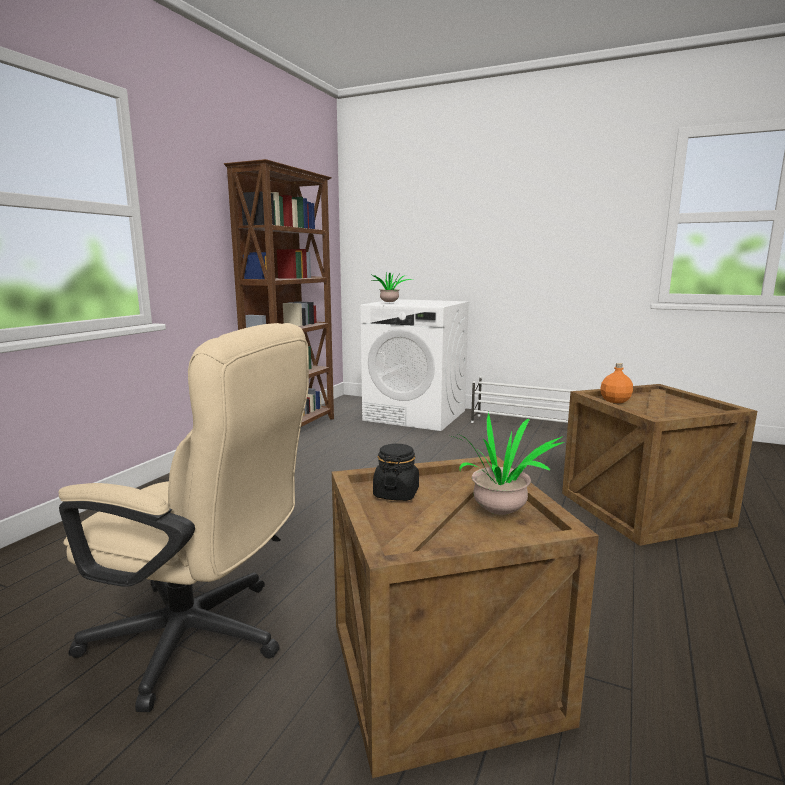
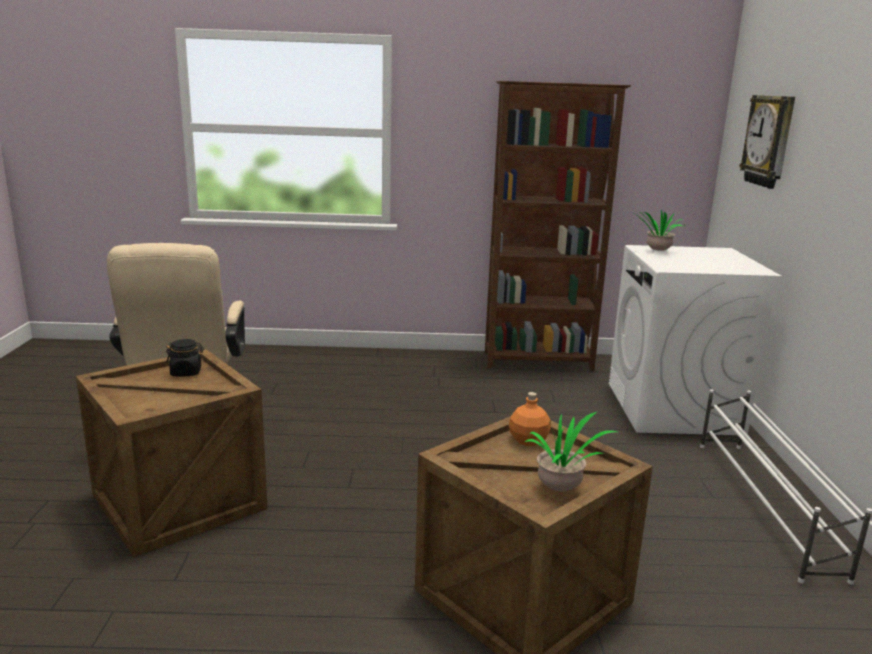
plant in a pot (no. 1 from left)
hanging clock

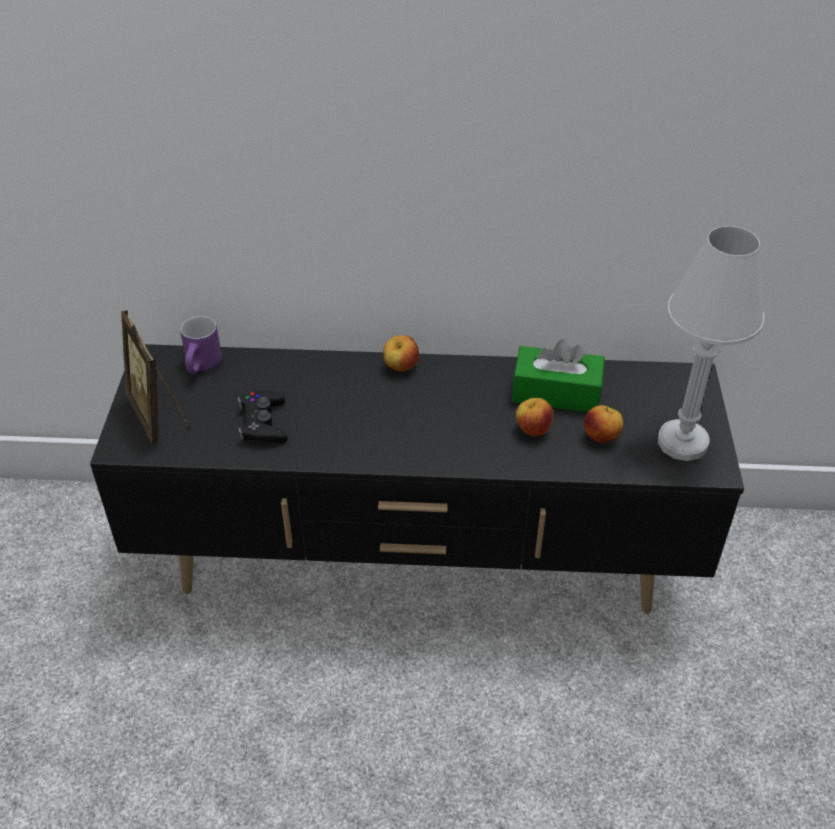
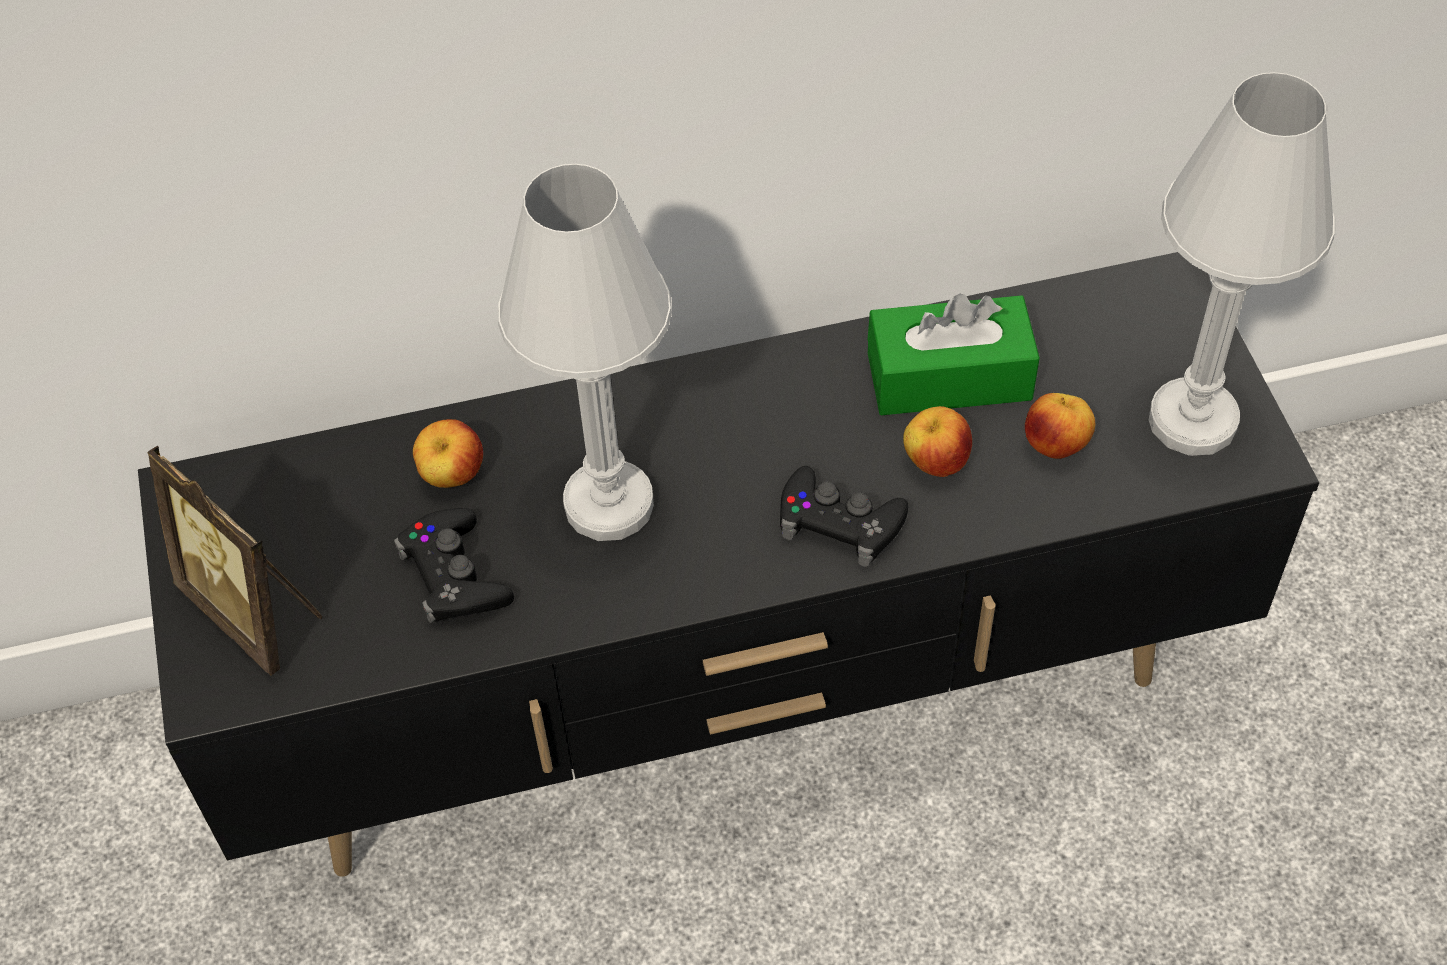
tea mug in purple-coloured
apple fruit (no. 1 from left)
lamp for a table in white-coloured (no. 1 from left)
joypad in blackish (no. 2 from left)

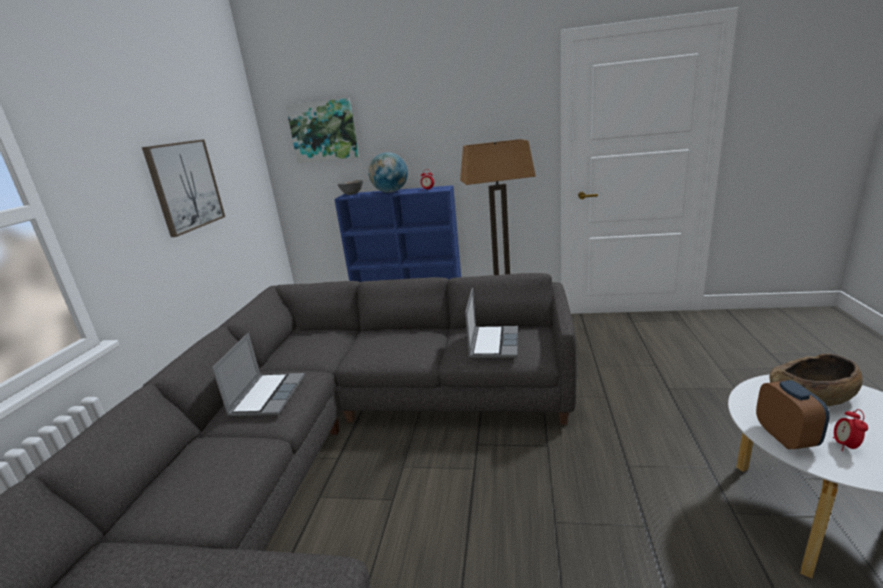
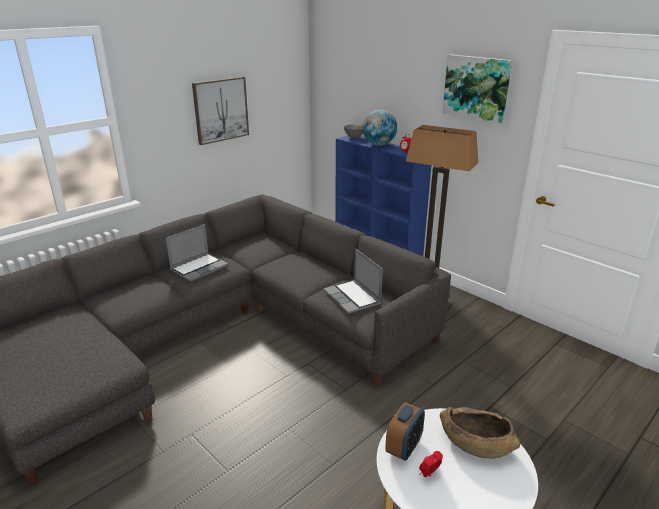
picture (no. 2 from left)
notebook computer (no. 2 from left)

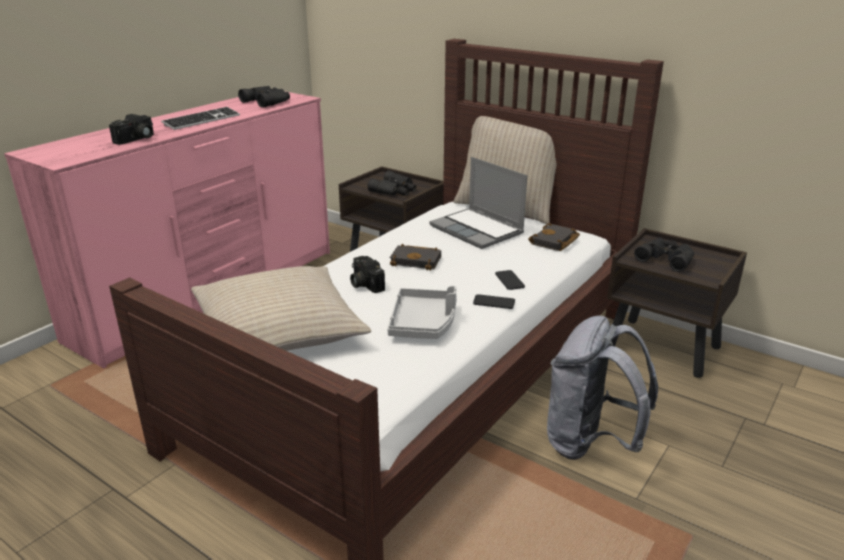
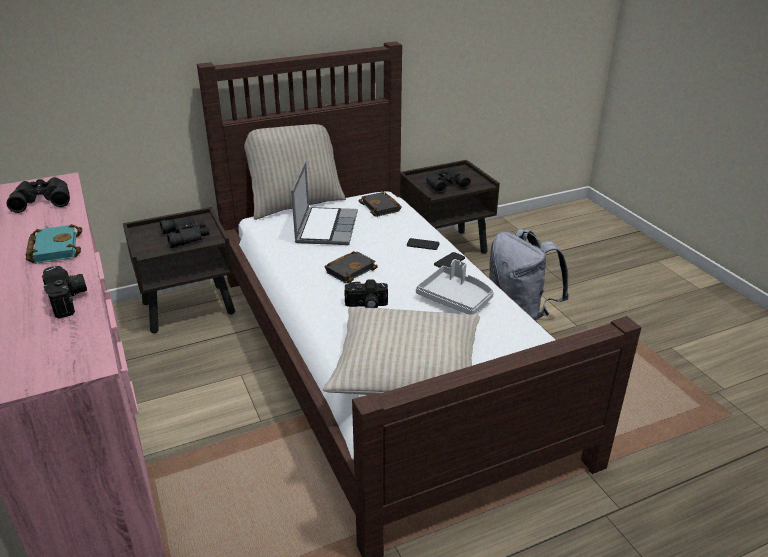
volume in turquoise-coloured
notebook computer

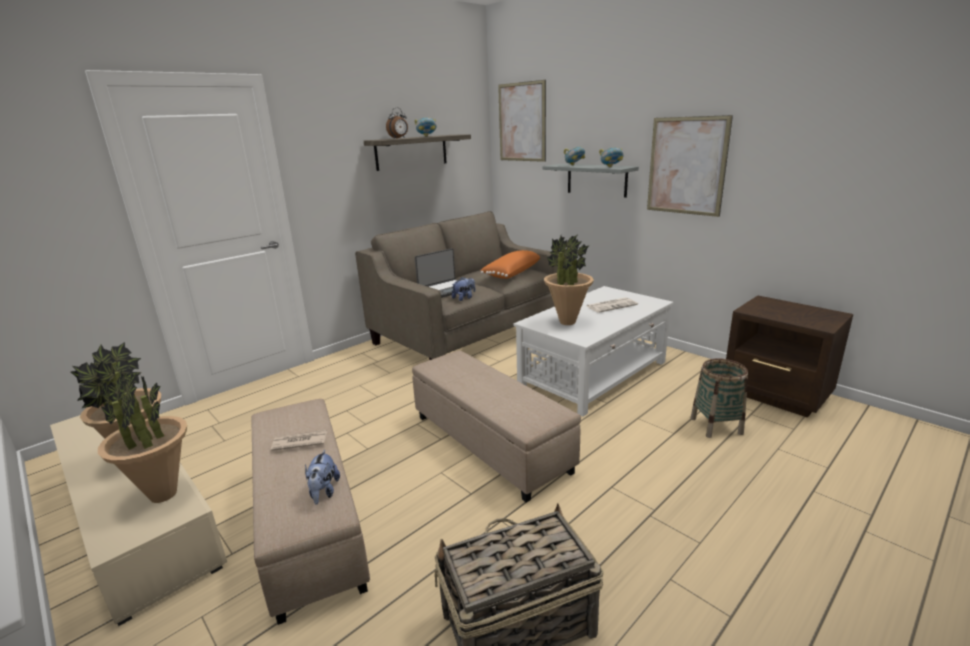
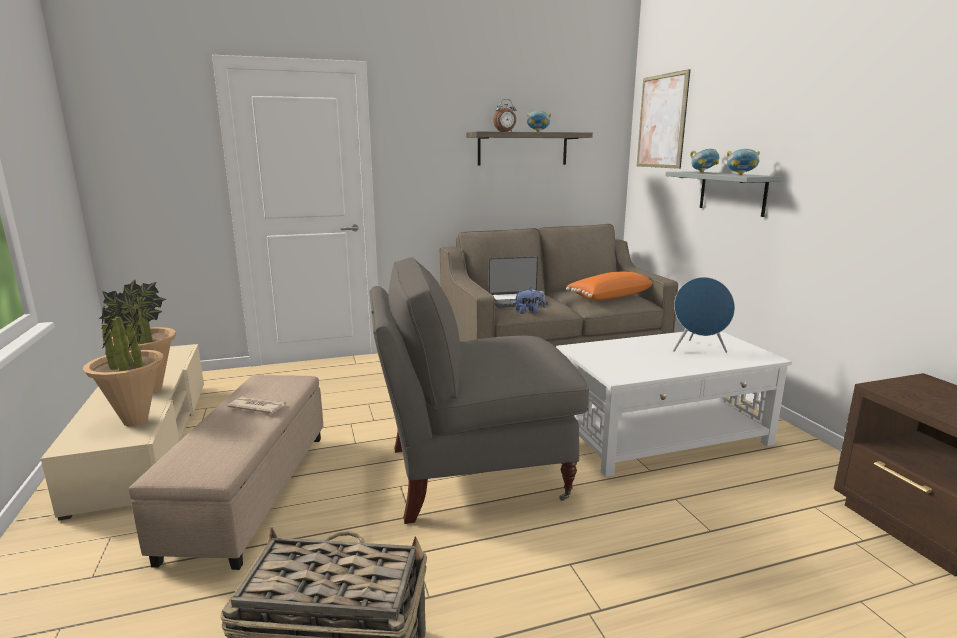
plush toy (no. 1 from left in the first image)
lounge chair in gray
plant in a pot (no. 3 from left in the first image)
speaker in blue
picture (no. 2 from left in the first image)
basket (no. 2 from left in the first image)

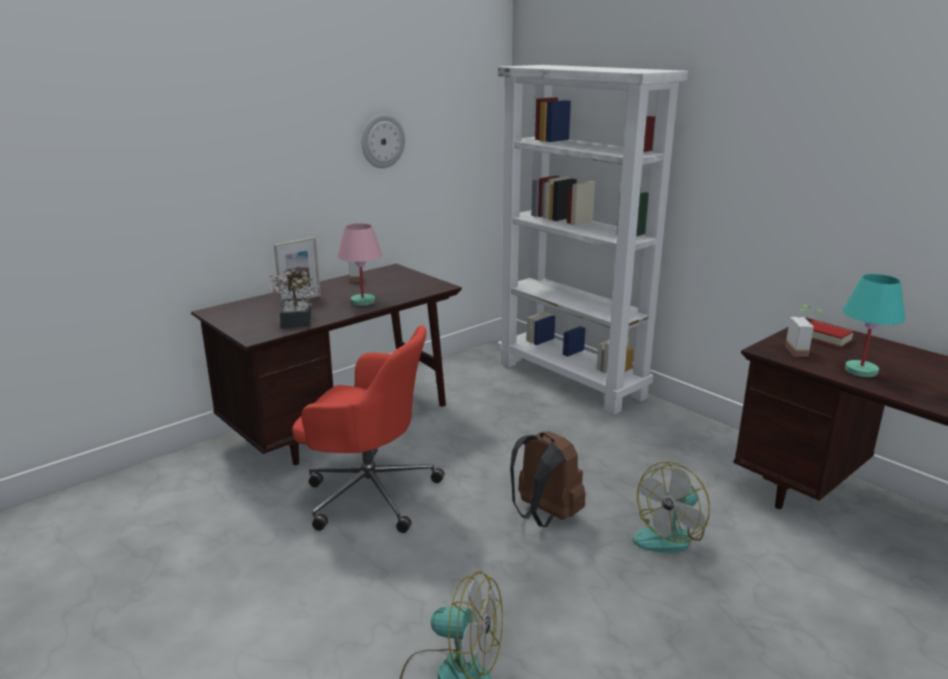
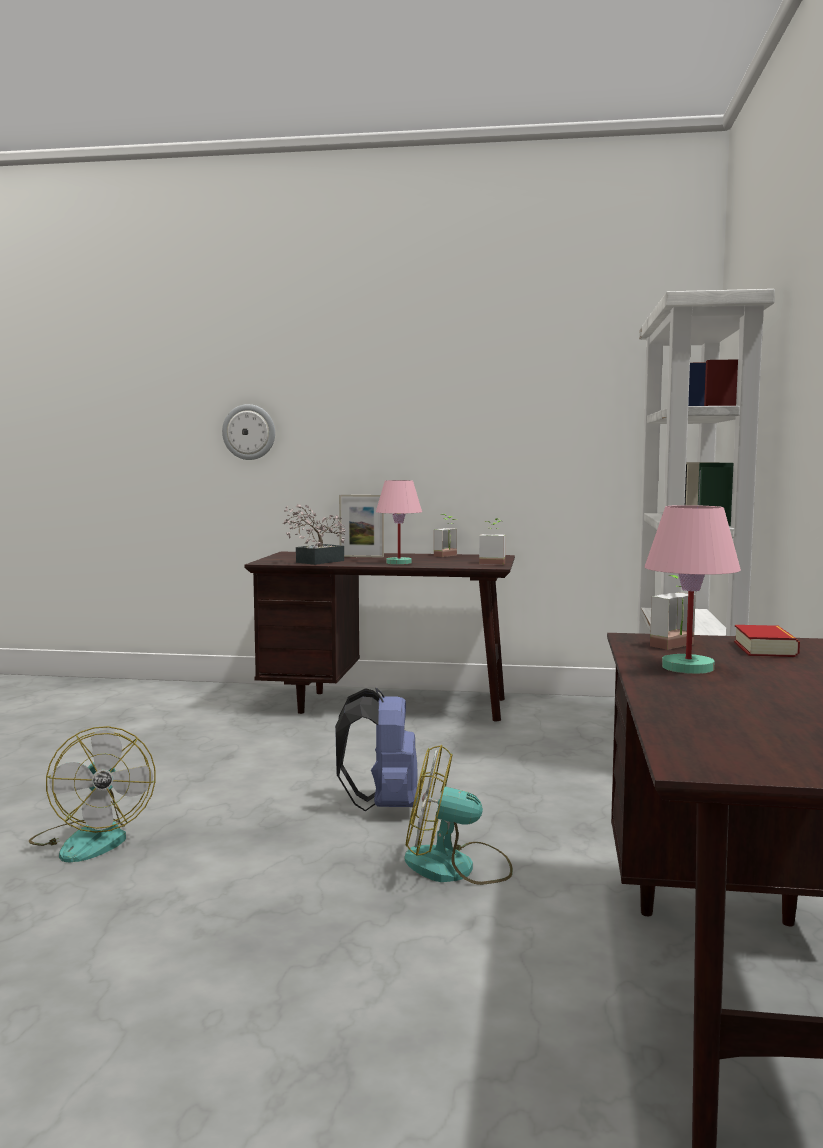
computer chair in red-coloured
hanging clock
backpack in blue
lamp for a table in pinkish (no. 2 from left)
plant in a pot (no. 3 from left)

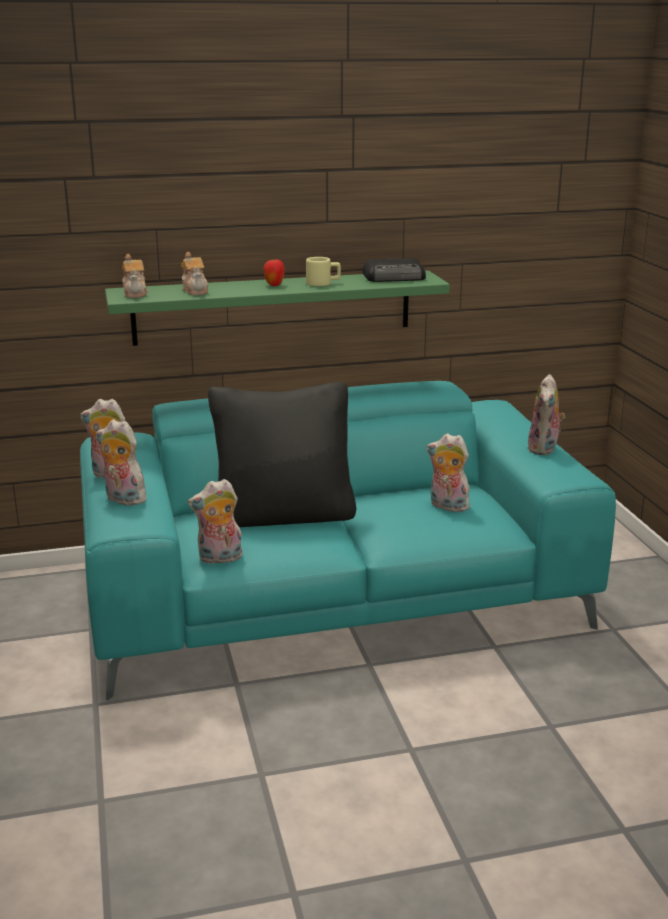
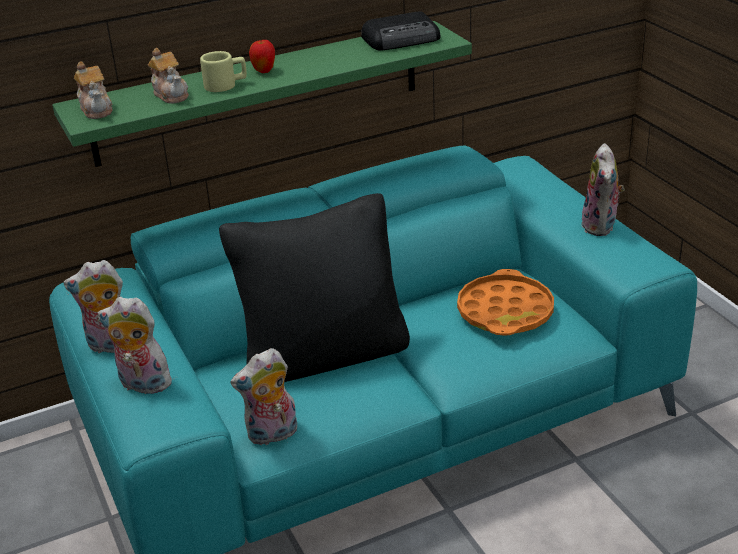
tea mug in beige-coloured
carrying tray in orange-coloured

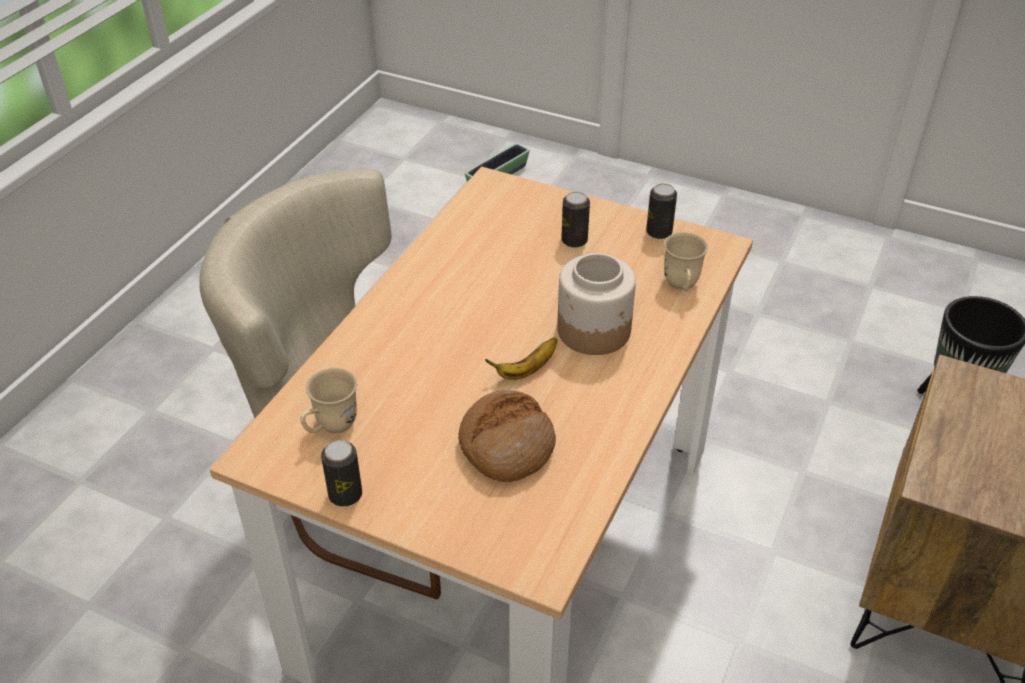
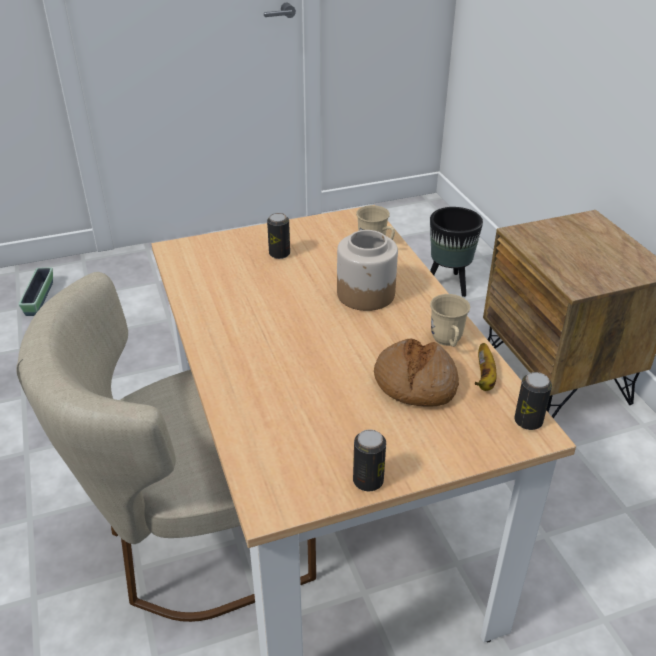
tea mug in beige-coloured (no. 2 from left)
banana
sealed can (no. 3 from left)

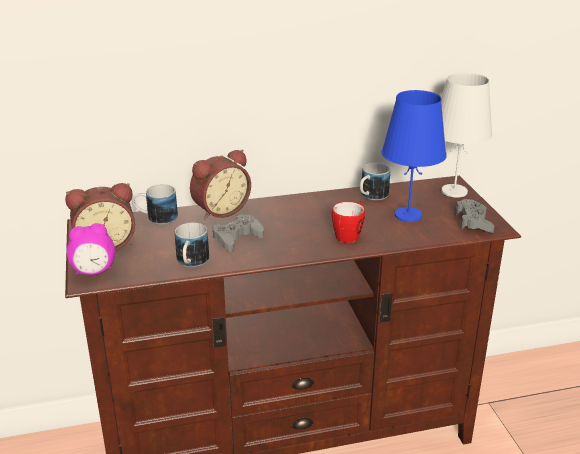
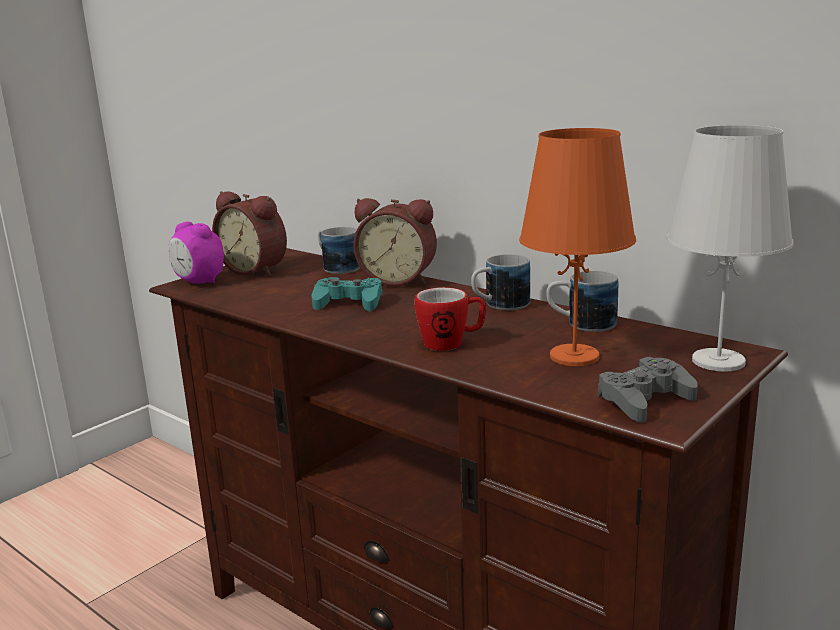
tea mug (no. 3 from left)
joypad in turquoise-coloured
lamp for a table in orange-coloured

